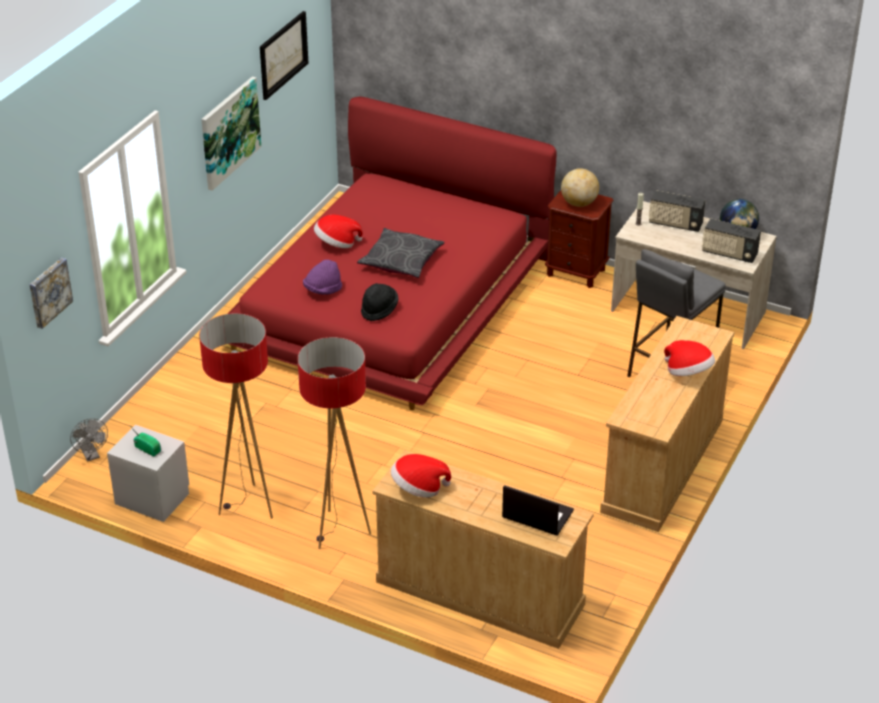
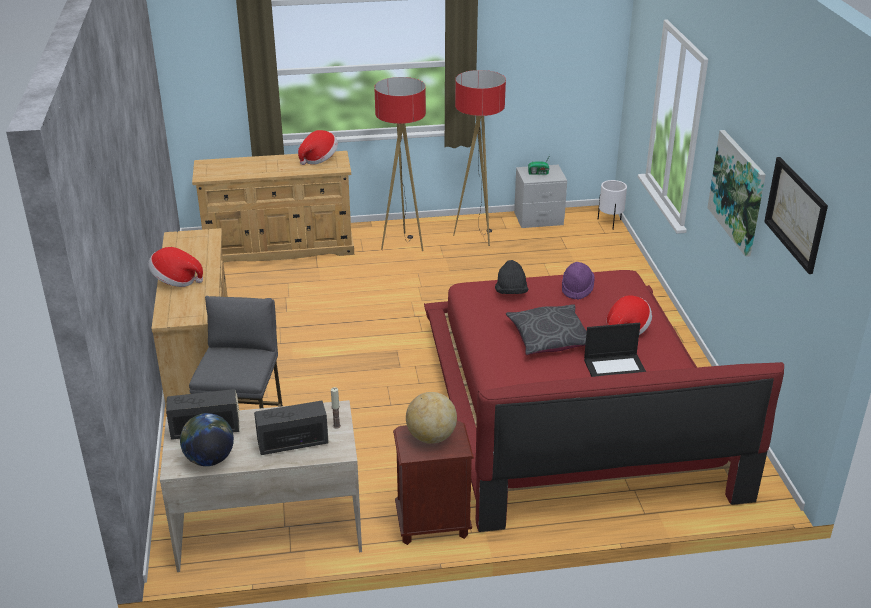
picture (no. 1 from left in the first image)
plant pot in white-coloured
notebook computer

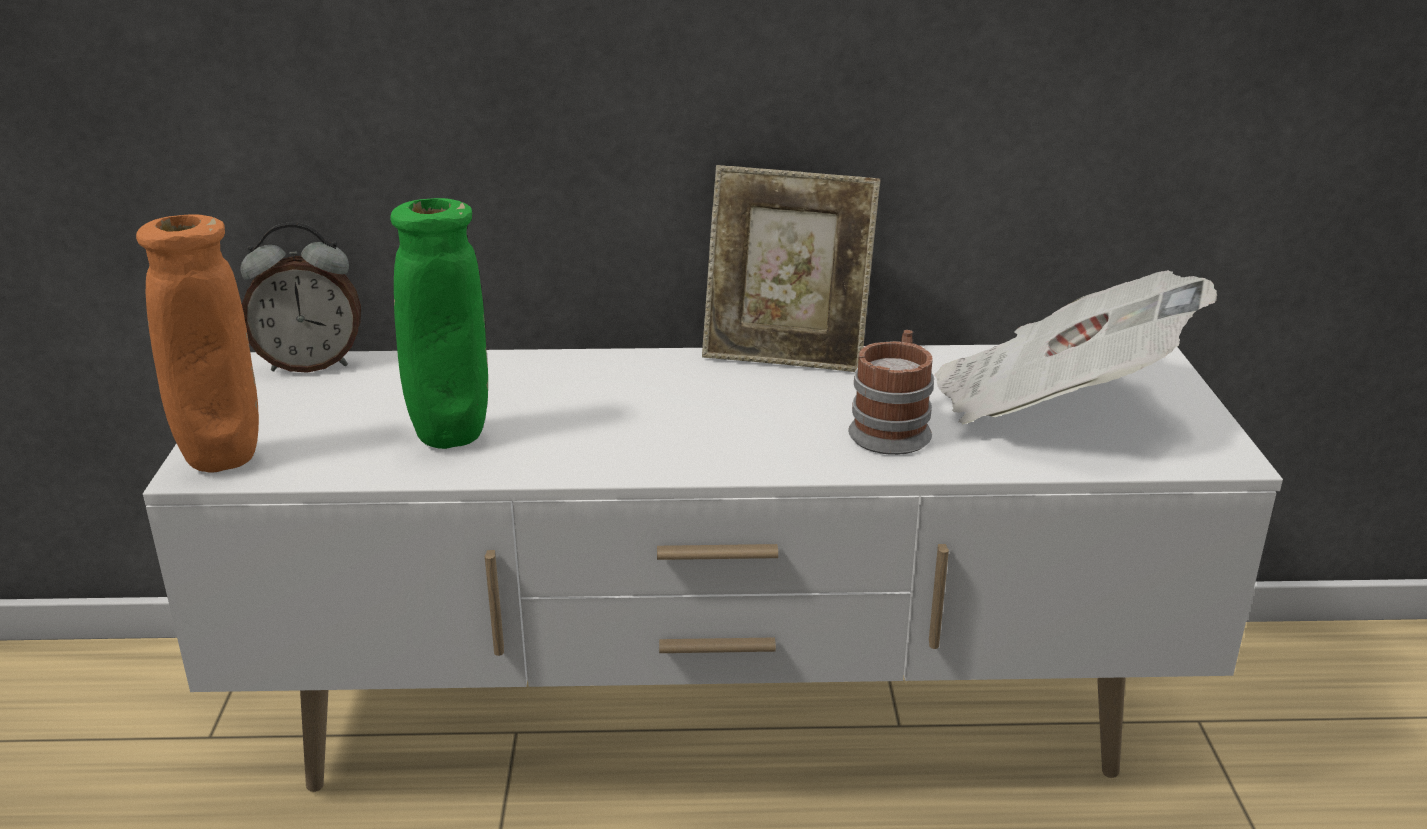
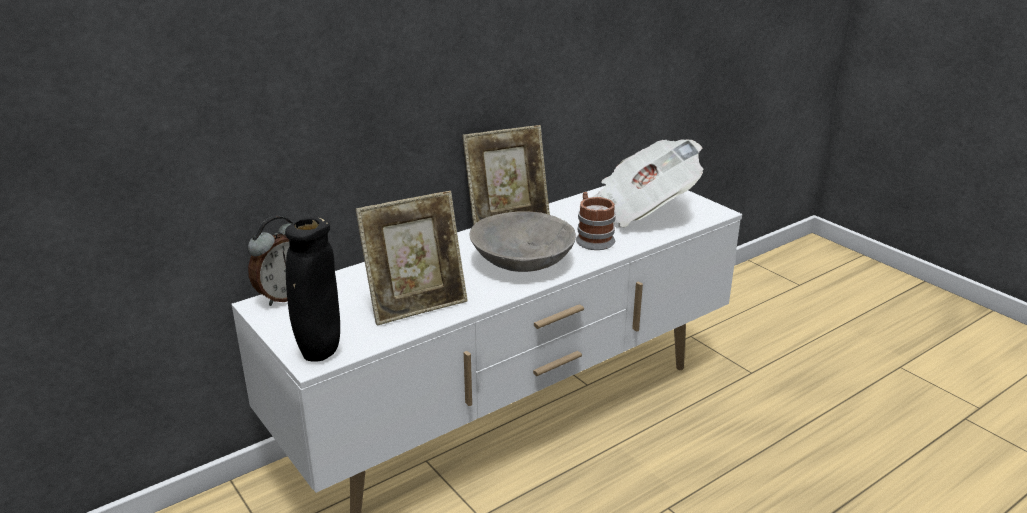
flower vase in blackish
picture frame (no. 1 from left)
deep dish in gray

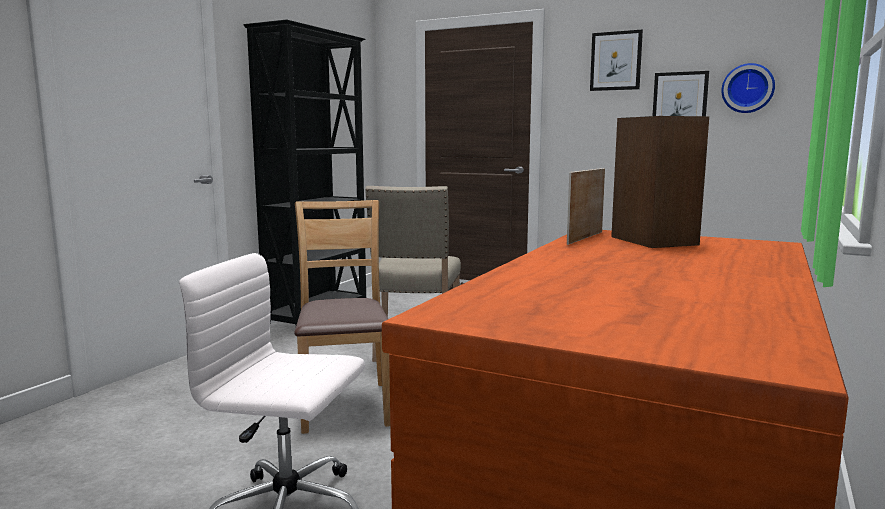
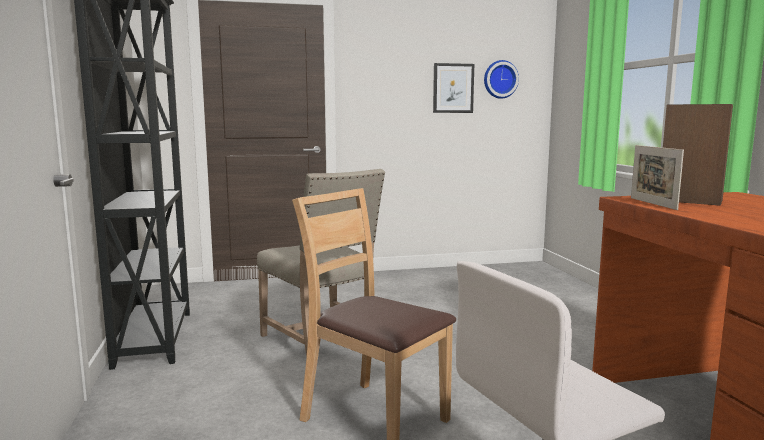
picture (no. 1 from left in the first image)

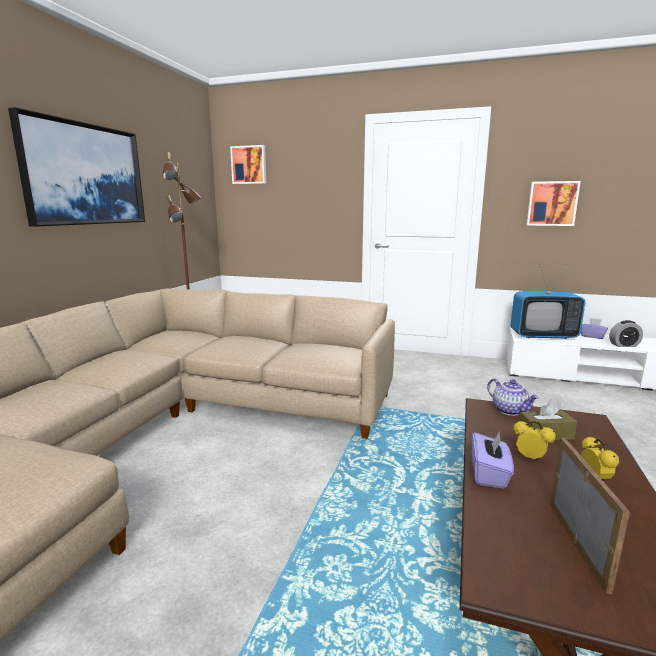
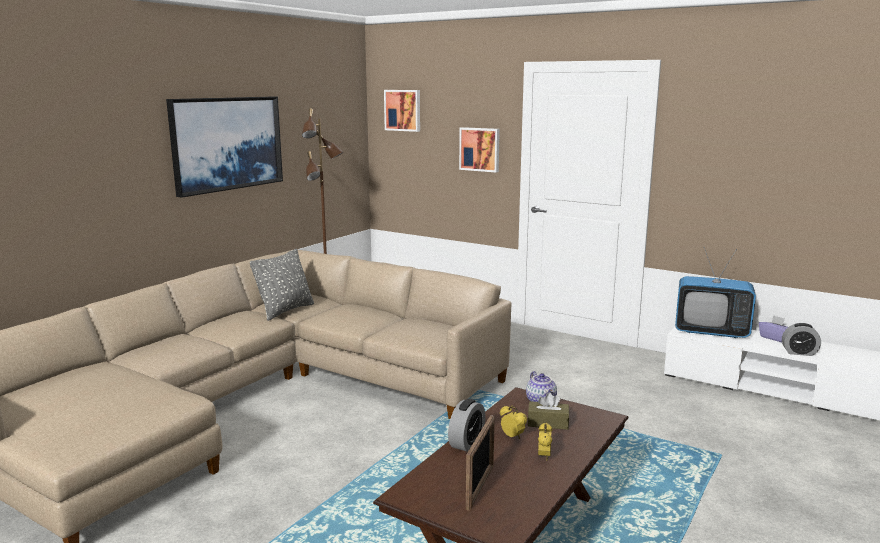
table clock (no. 1 from left)
picture (no. 3 from left)
pillow in gray

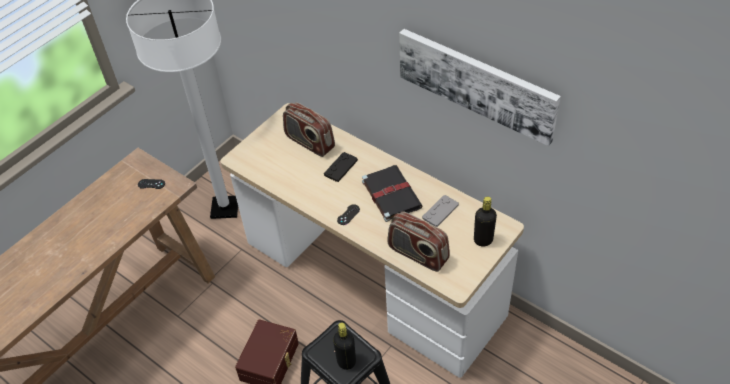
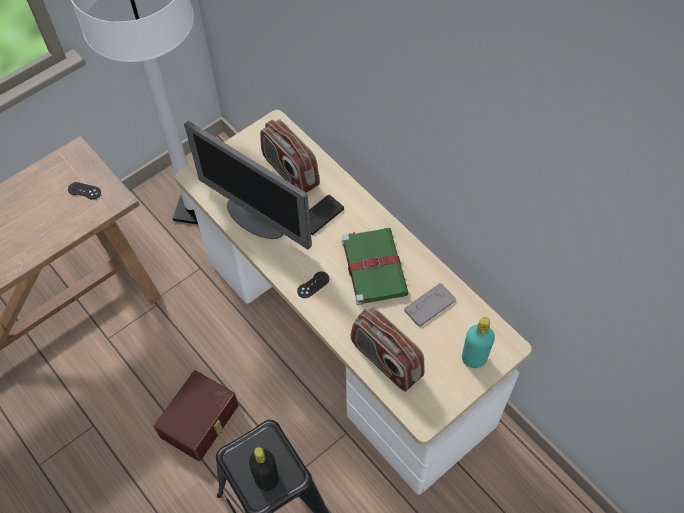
volume in green
picture
beverage bottle in turquoise-coloured
computer screen

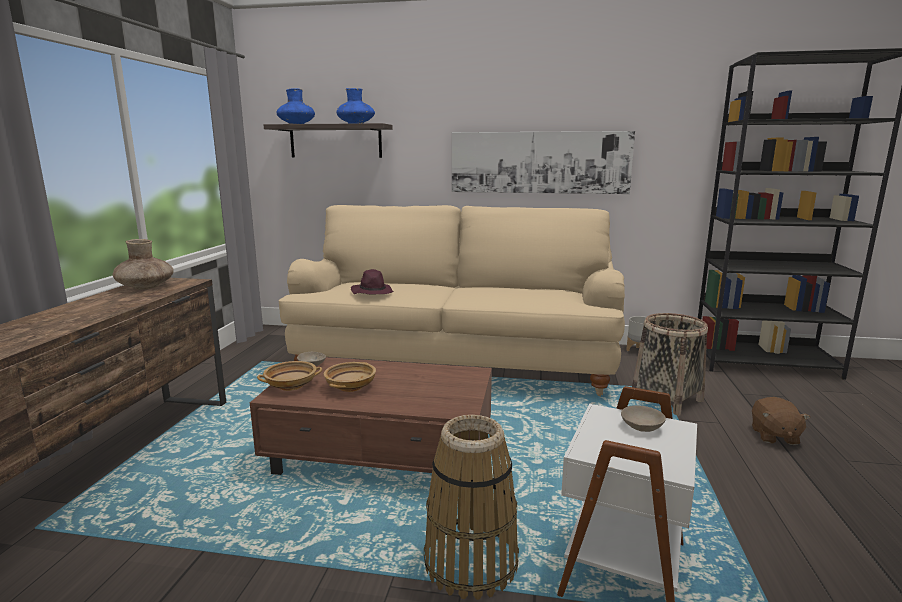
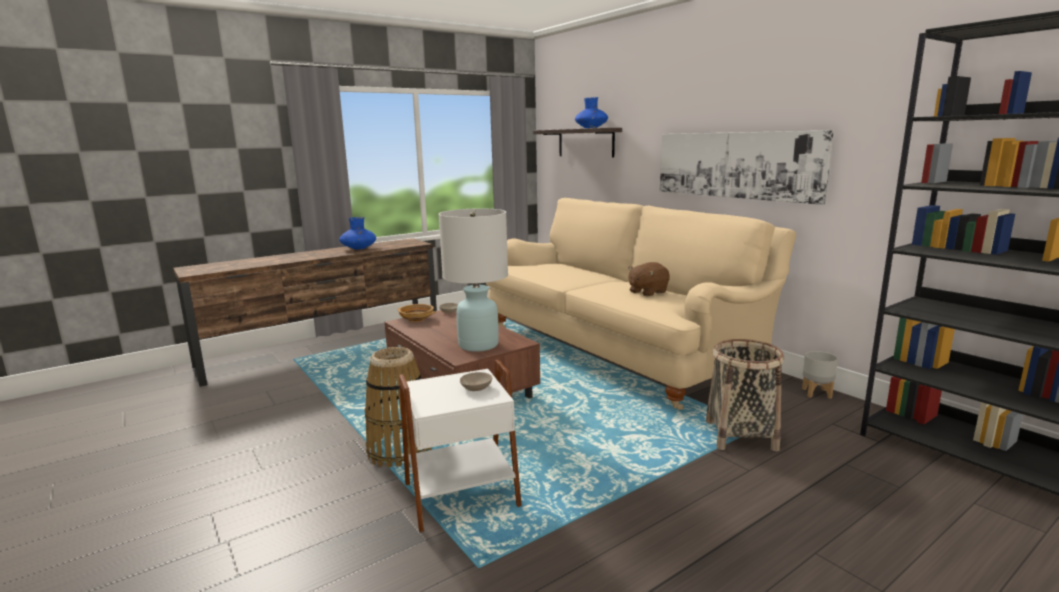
flower vase in brown
flower vase in blue (no. 1 from left)
deep dish in beige-coloured (no. 3 from left in the first image)
clothing hat in purple-coloured
plush toy in brown
lamp for a table in white-coloured

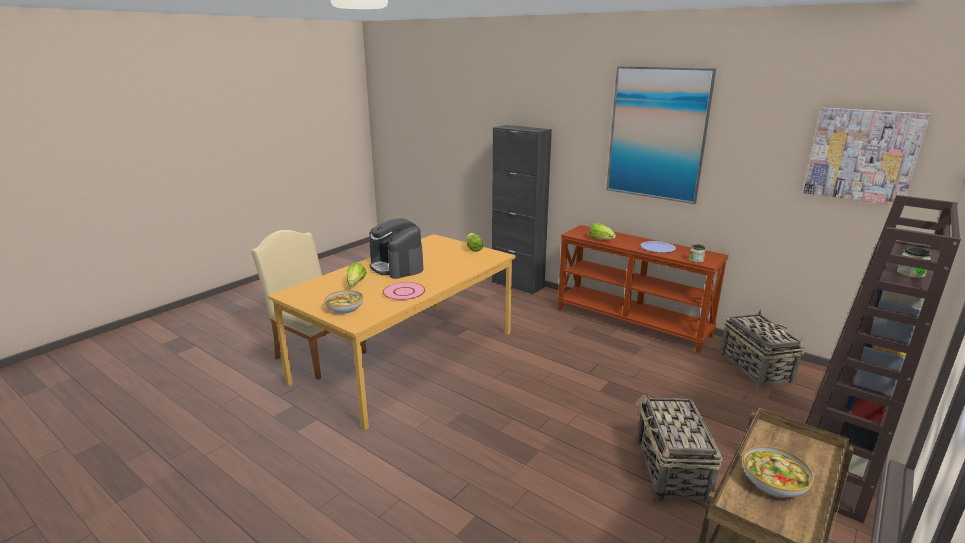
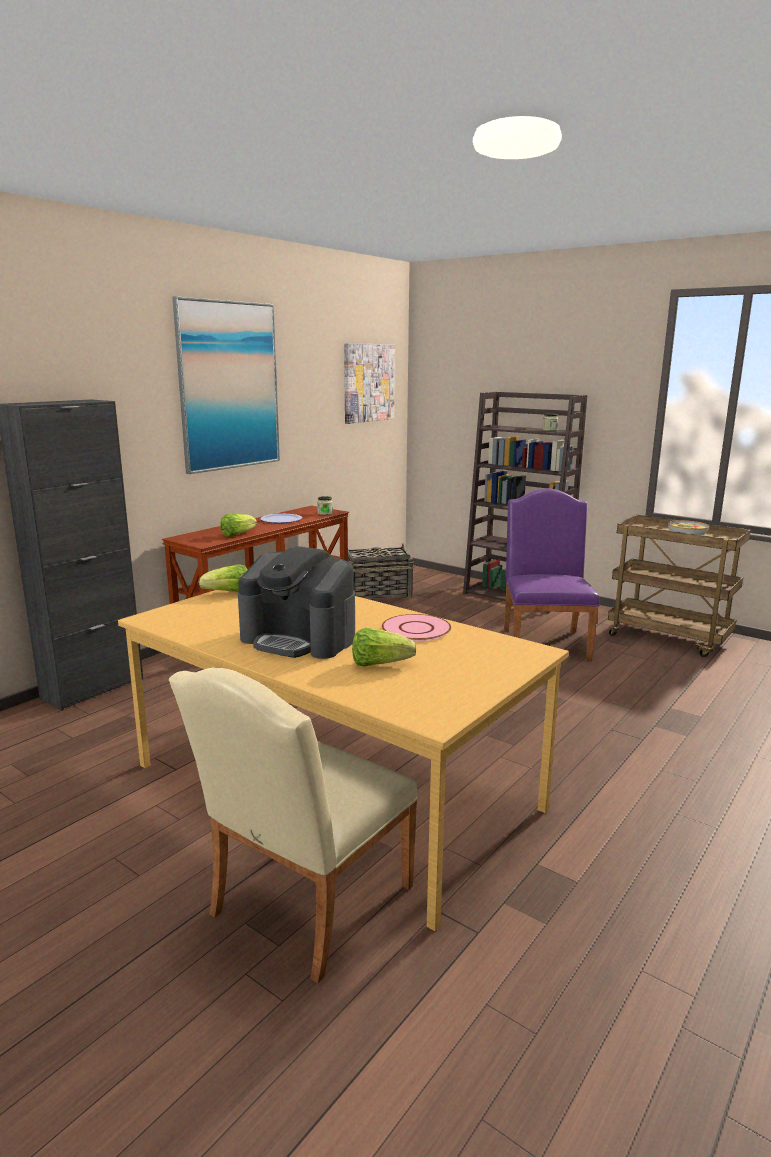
deep dish (no. 1 from left in the first image)
coffee brewer
plain chair in purple-coloured

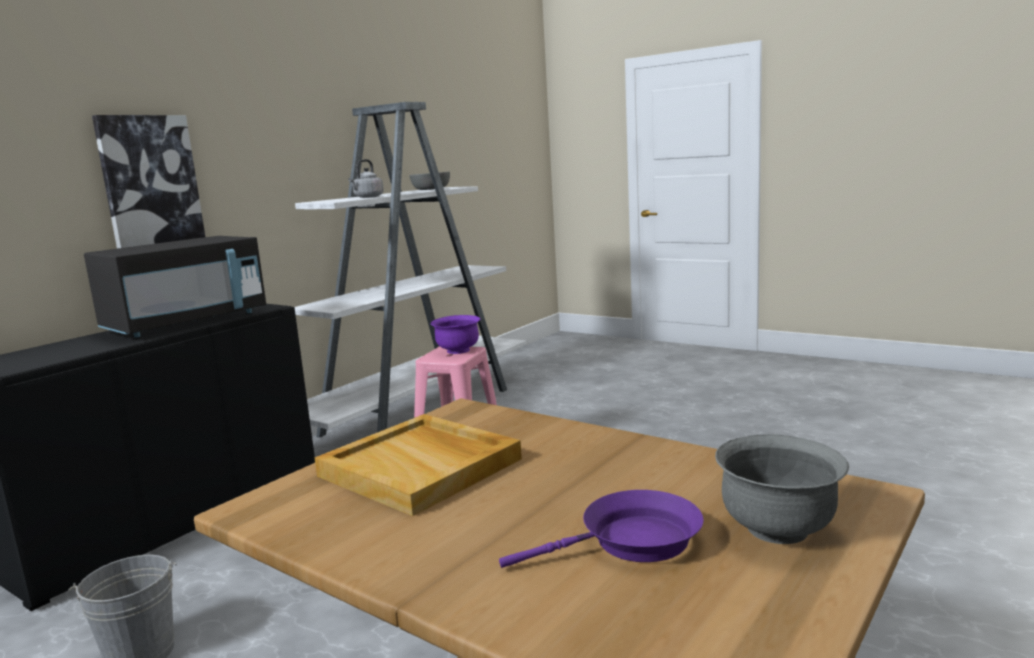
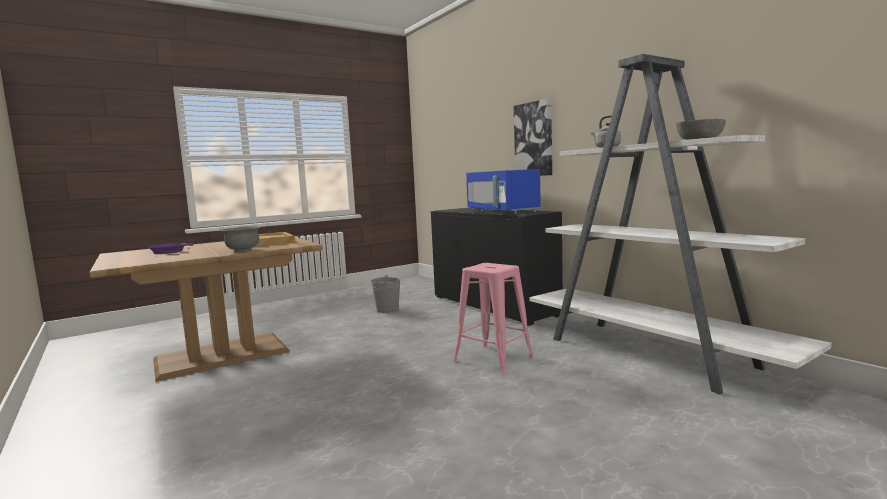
microwave in blue
deep dish in purple-coloured
deep dish in gray (no. 1 from left)

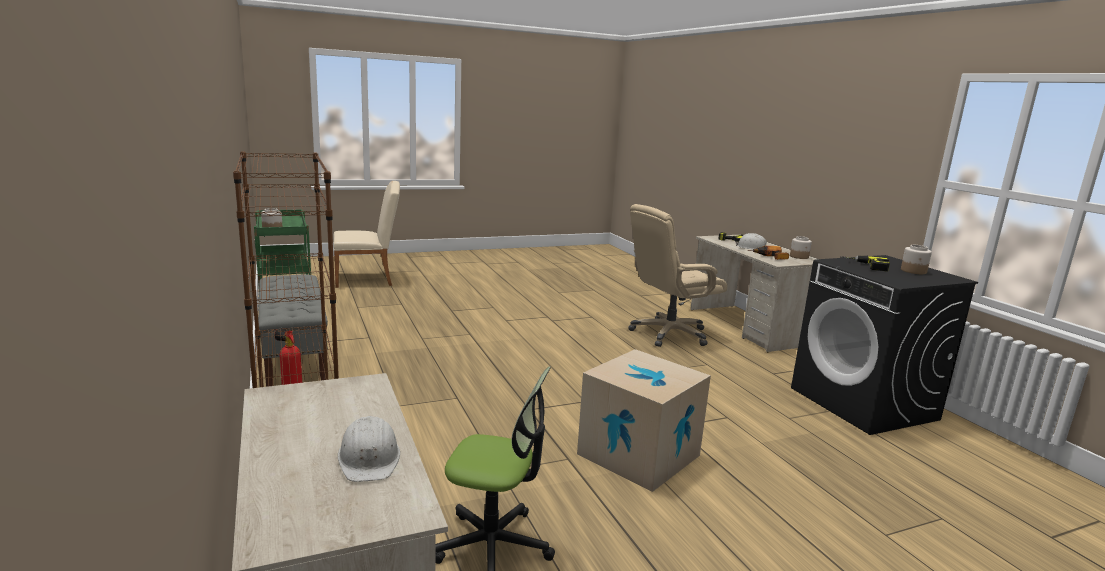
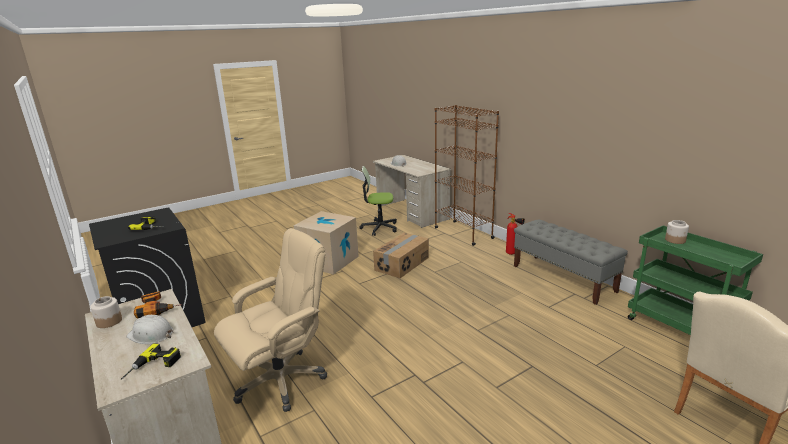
storage jar (no. 3 from left in the first image)
cardboard box (no. 2 from left)

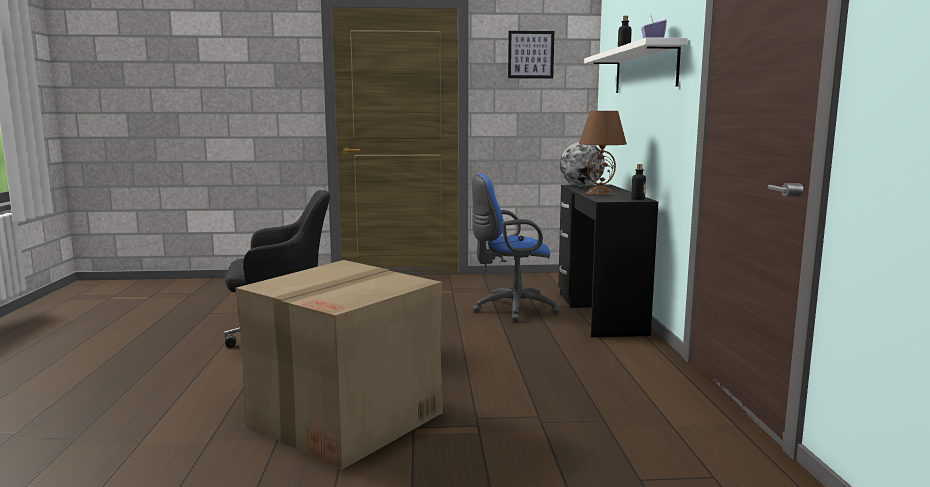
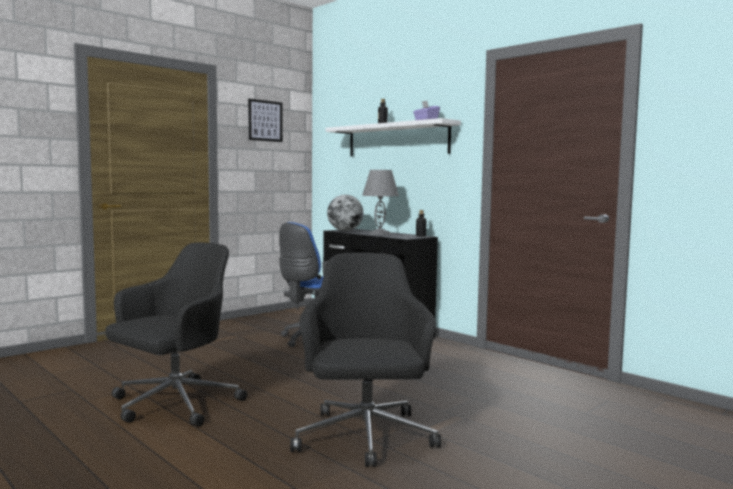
computer chair in blackish (no. 2 from left)
lamp for a table in gray

